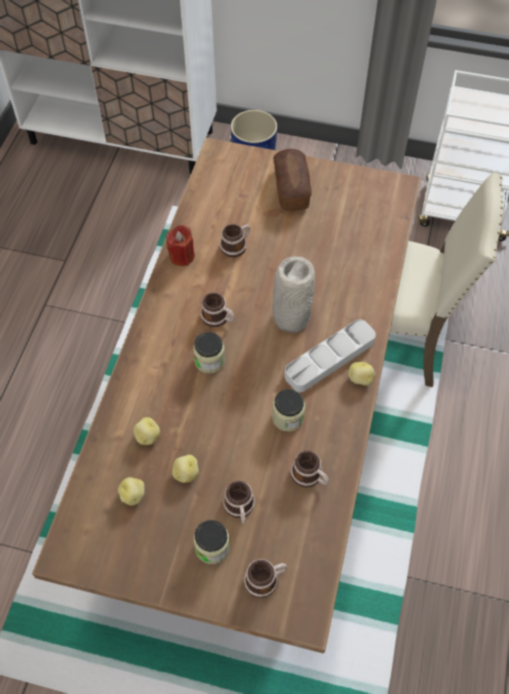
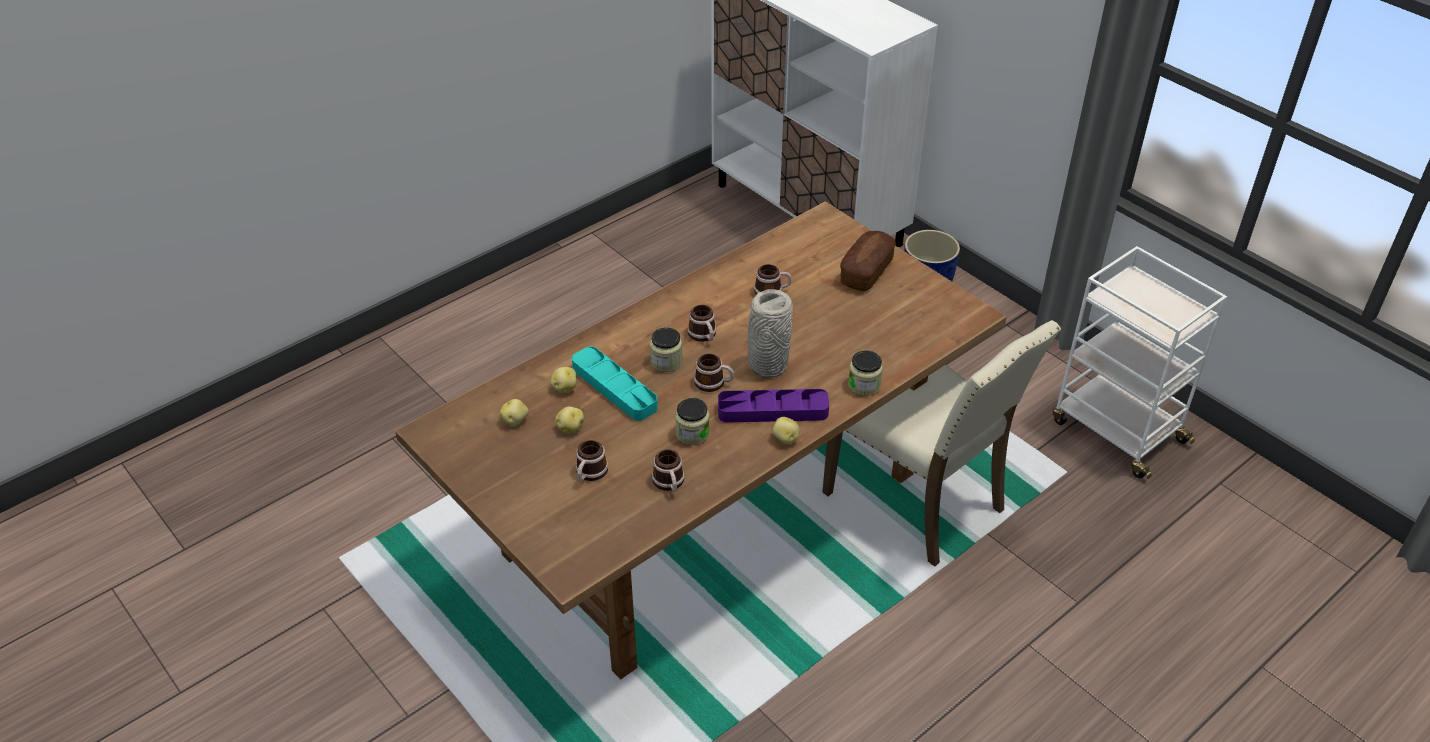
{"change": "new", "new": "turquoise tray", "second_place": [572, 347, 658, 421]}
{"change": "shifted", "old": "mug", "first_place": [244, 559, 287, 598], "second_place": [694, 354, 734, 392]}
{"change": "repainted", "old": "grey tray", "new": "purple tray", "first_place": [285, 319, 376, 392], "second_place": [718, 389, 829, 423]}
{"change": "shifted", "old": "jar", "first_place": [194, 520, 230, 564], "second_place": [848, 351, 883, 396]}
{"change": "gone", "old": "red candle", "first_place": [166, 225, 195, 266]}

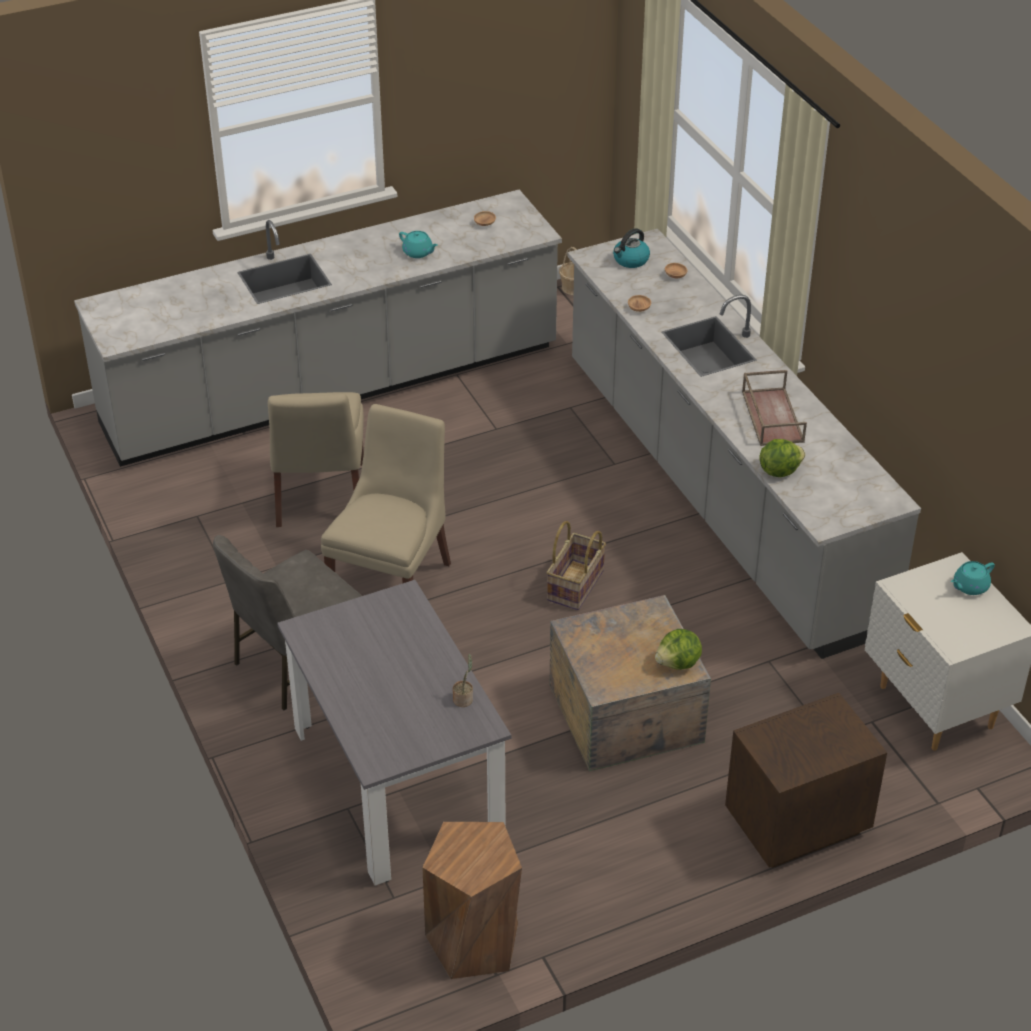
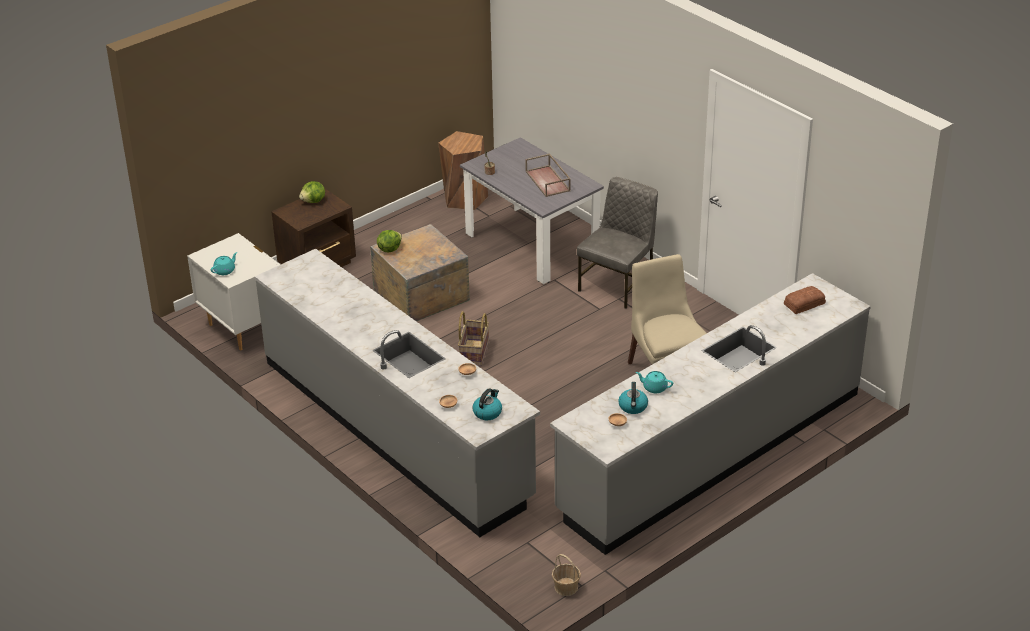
{"change": "shifted", "old": "lettuce", "first_place": [759, 439, 805, 477], "second_place": [299, 181, 325, 203]}
{"change": "shifted", "old": "brown tray", "first_place": [742, 370, 807, 446], "second_place": [525, 154, 571, 197]}
{"change": "new", "new": "kettle", "second_place": [618, 382, 648, 414]}
{"change": "new", "new": "bread", "second_place": [784, 286, 826, 314]}
{"change": "gone", "old": "beige chair", "first_place": [321, 404, 451, 583]}

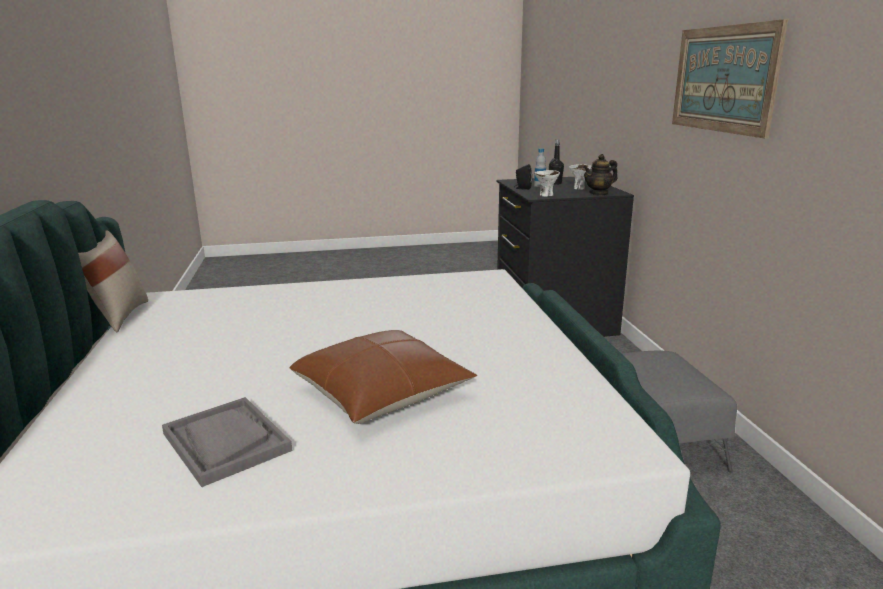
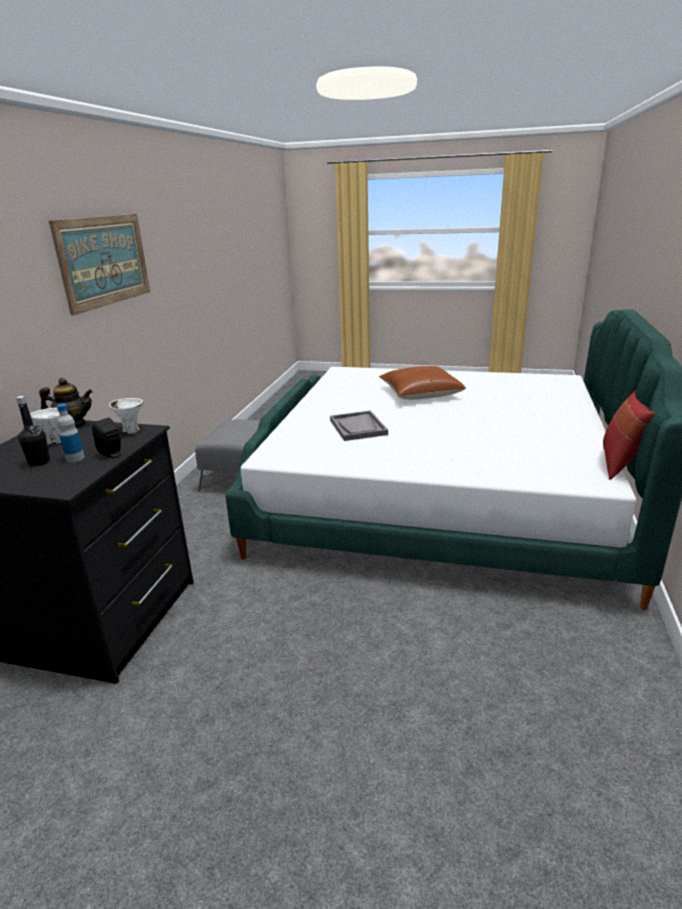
{"change": "shifted", "old": "grey tray", "first_place": [162, 397, 292, 487], "second_place": [330, 410, 388, 441]}
{"change": "repainted", "old": "beige pillow", "new": "red pillow", "first_place": [78, 231, 148, 332], "second_place": [603, 390, 655, 480]}

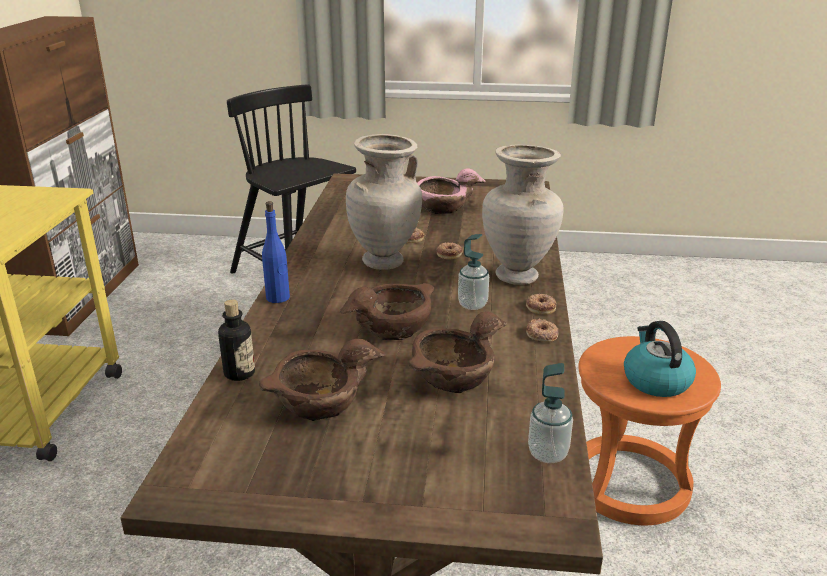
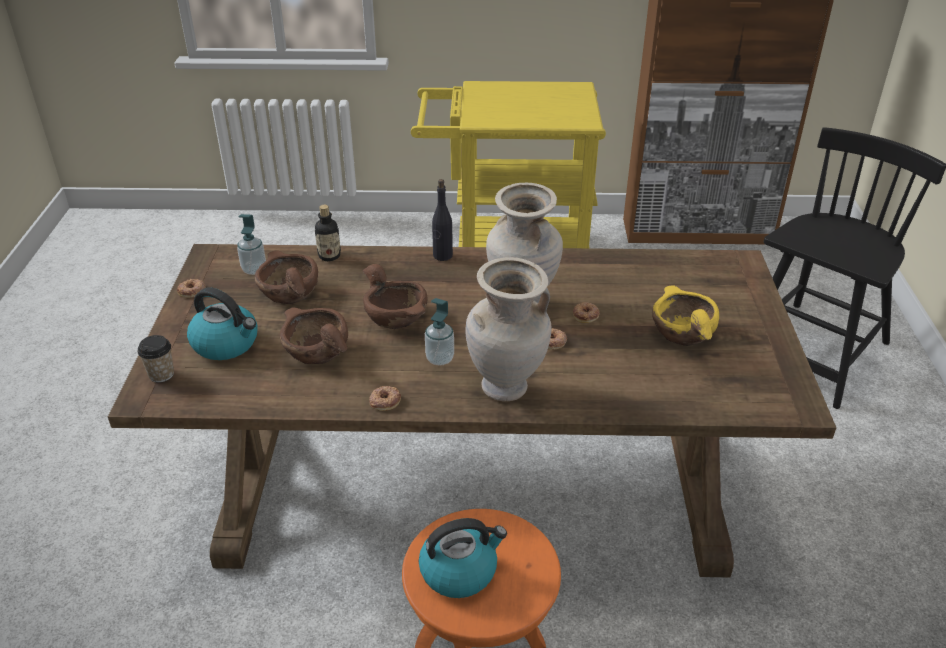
{"change": "new", "new": "cup", "second_place": [138, 335, 174, 383]}
{"change": "shifted", "old": "donut", "first_place": [526, 294, 556, 315], "second_place": [177, 279, 206, 298]}
{"change": "new", "new": "kettle", "second_place": [187, 287, 258, 360]}
{"change": "shifted", "old": "soap dispenser", "first_place": [528, 363, 573, 463], "second_place": [237, 214, 266, 275]}
{"change": "repainted", "old": "blue bottle", "new": "black bottle", "first_place": [262, 201, 290, 303], "second_place": [432, 179, 453, 261]}
{"change": "repainted", "old": "pink bowl", "new": "yellow bowl", "first_place": [417, 168, 486, 214], "second_place": [652, 286, 719, 346]}

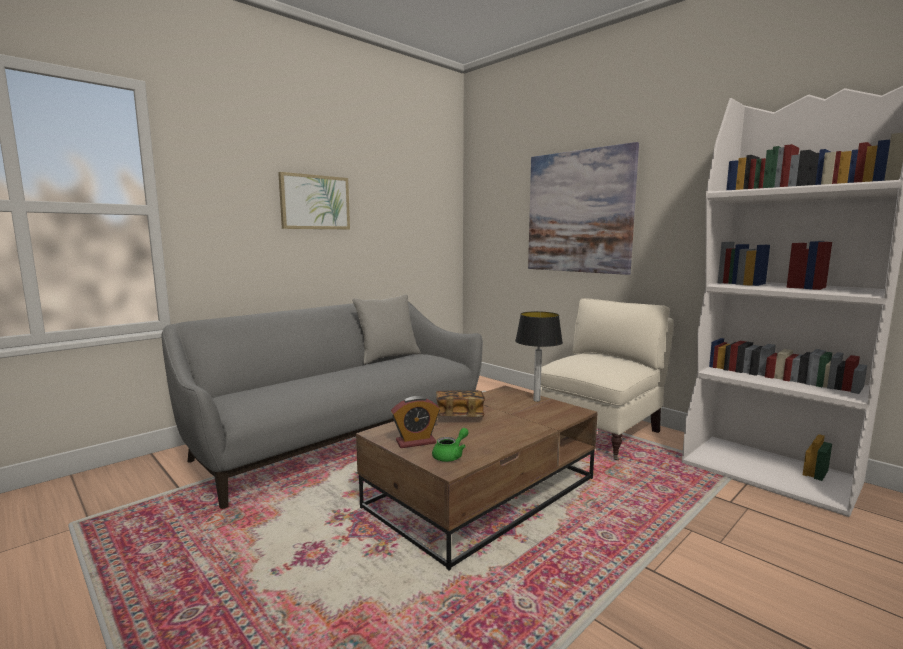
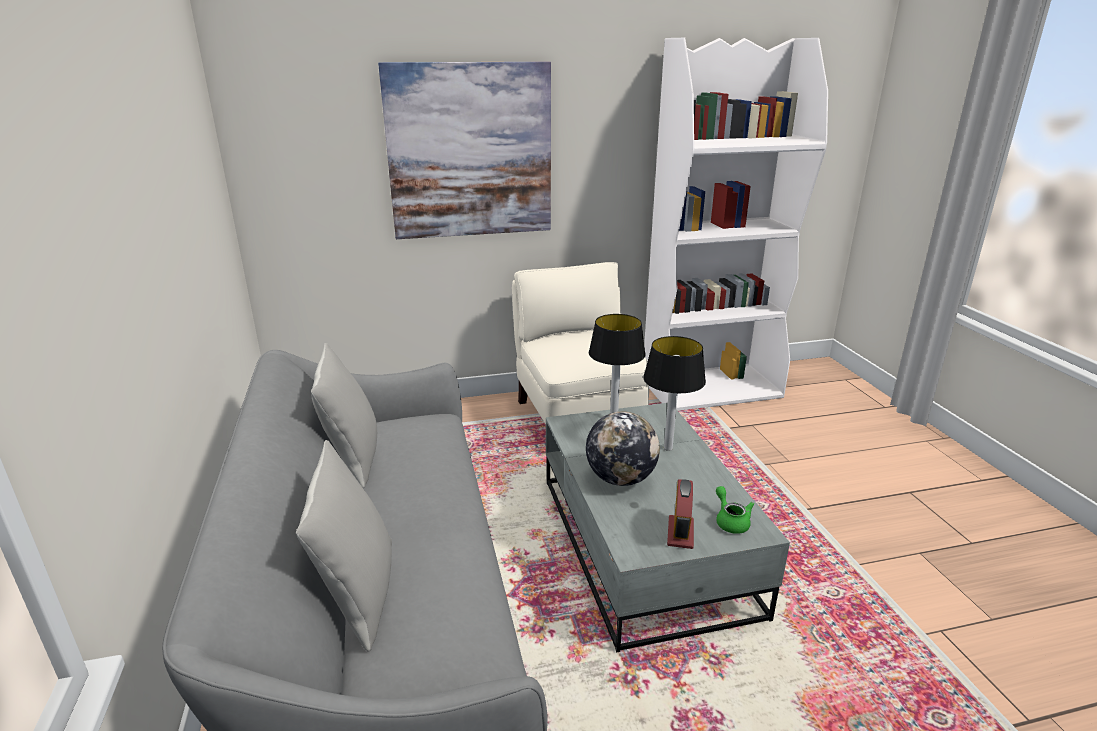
{"change": "new", "new": "grey pillow", "second_place": [296, 440, 392, 652]}
{"change": "repainted", "old": "brown coffee table", "new": "grey coffee table", "first_place": [356, 386, 598, 571], "second_place": [546, 403, 790, 652]}
{"change": "swapped", "old": "book", "new": "globe", "first_place": [436, 390, 485, 417], "second_place": [586, 411, 660, 486]}
{"change": "new", "new": "table lamp", "second_place": [643, 336, 706, 451]}
{"change": "gone", "old": "picture", "first_place": [278, 172, 350, 229]}

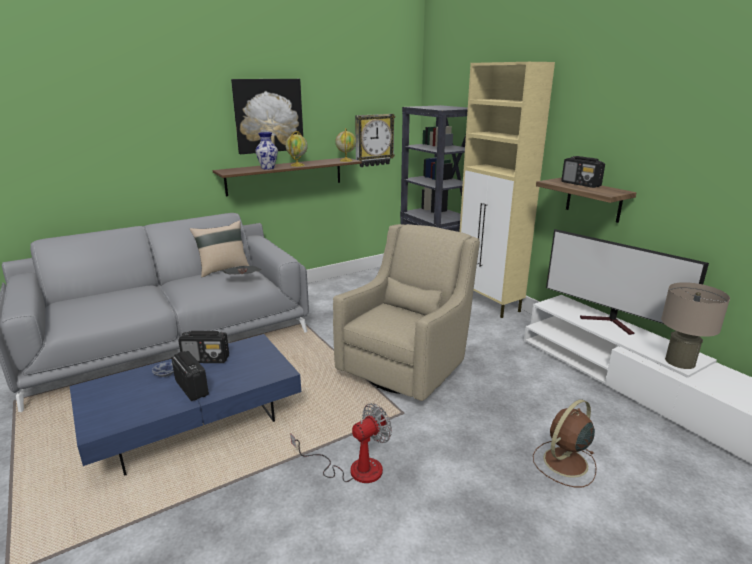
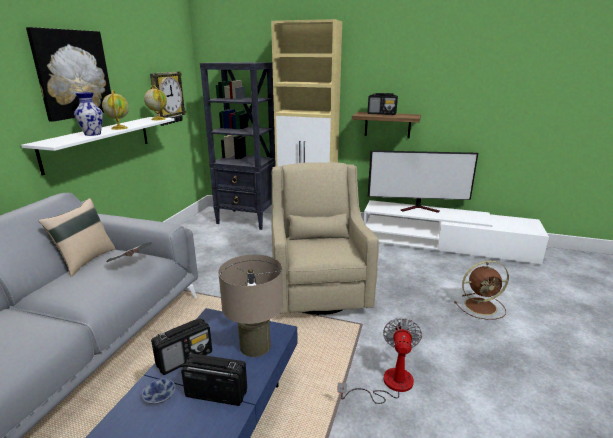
{"change": "repainted", "old": "brown shelf", "new": "white shelf", "first_place": [213, 157, 362, 196], "second_place": [21, 117, 175, 176]}
{"change": "shifted", "old": "beige table lamp", "first_place": [661, 282, 730, 369], "second_place": [218, 255, 283, 357]}
{"change": "rotated", "old": "brown fan", "first_place": [533, 399, 597, 487], "second_place": [454, 260, 509, 320], "degrees": -105}

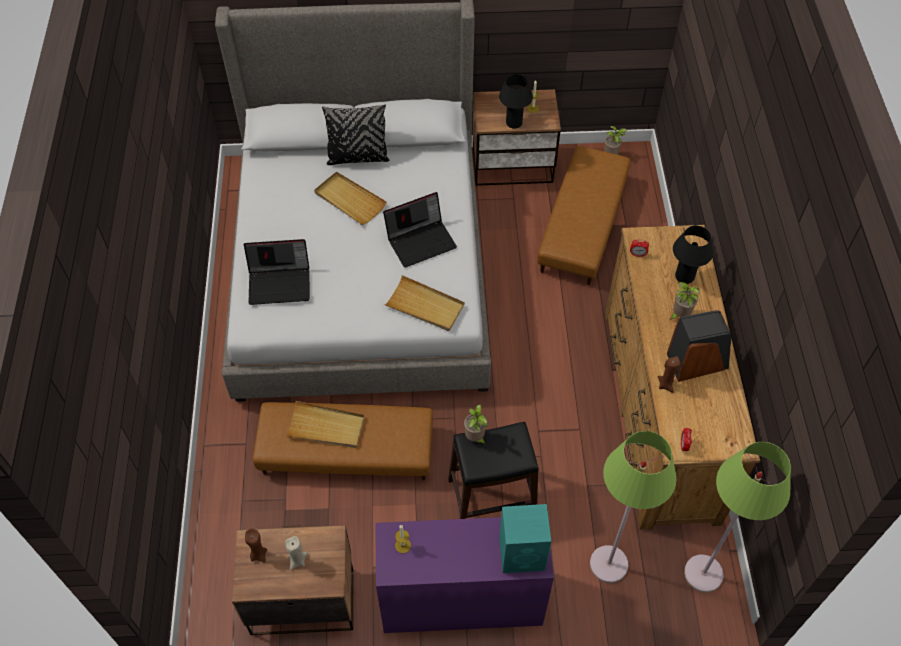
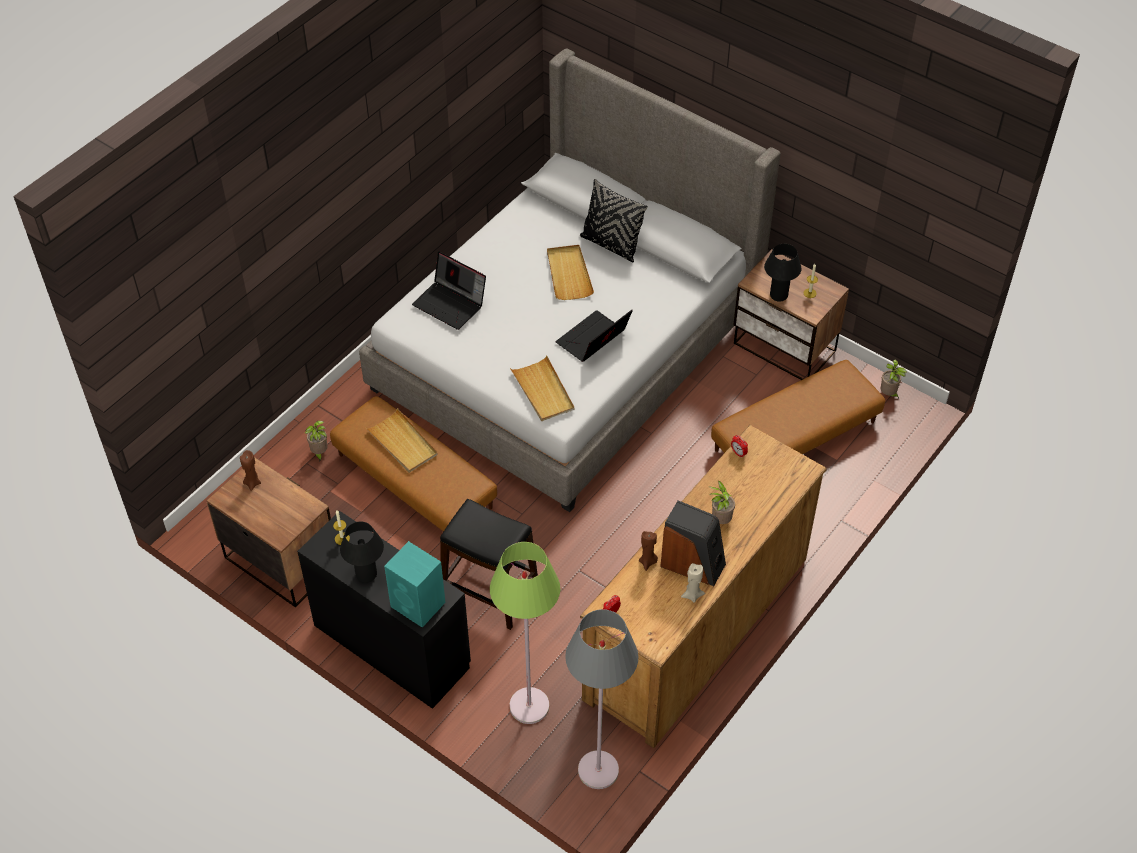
{"change": "repainted", "old": "purple desk", "new": "black desk", "first_place": [375, 517, 554, 633], "second_place": [297, 511, 471, 709]}
{"change": "shifted", "old": "potted plant", "first_place": [464, 405, 488, 445], "second_place": [305, 421, 327, 461]}
{"change": "shifted", "old": "black table lamp", "first_place": [673, 226, 713, 284], "second_place": [340, 521, 384, 583]}
{"change": "rotated", "old": "laptop", "first_place": [383, 192, 457, 268], "second_place": [556, 310, 633, 362], "degrees": 120}
{"change": "repainted", "old": "green floor lamp", "new": "grey floor lamp", "first_place": [684, 442, 791, 593], "second_place": [565, 609, 638, 789]}
{"change": "shifted", "old": "beige candle", "first_place": [285, 536, 308, 570], "second_place": [681, 563, 705, 603]}

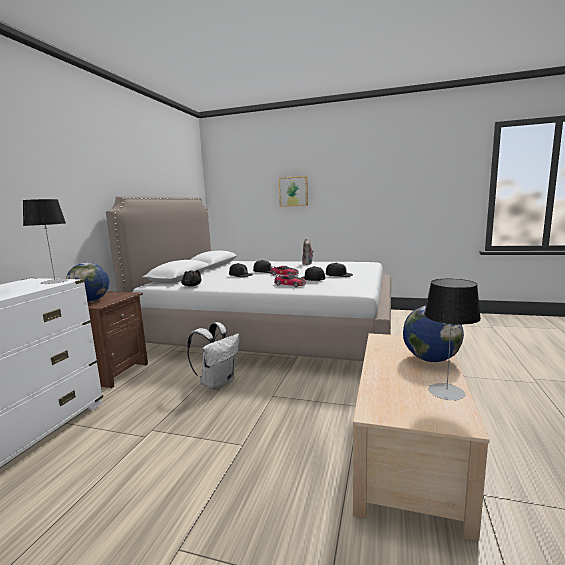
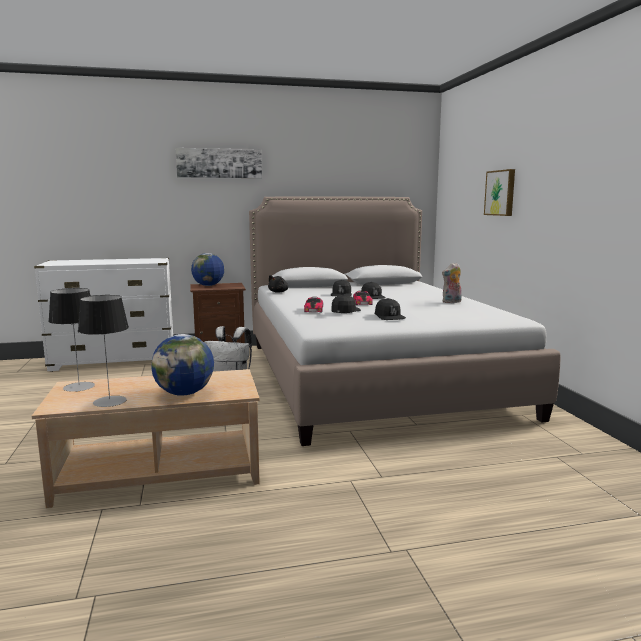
{"change": "shifted", "old": "table lamp", "first_place": [23, 199, 68, 284], "second_place": [48, 288, 95, 392]}
{"change": "new", "new": "picture", "second_place": [176, 148, 262, 178]}

